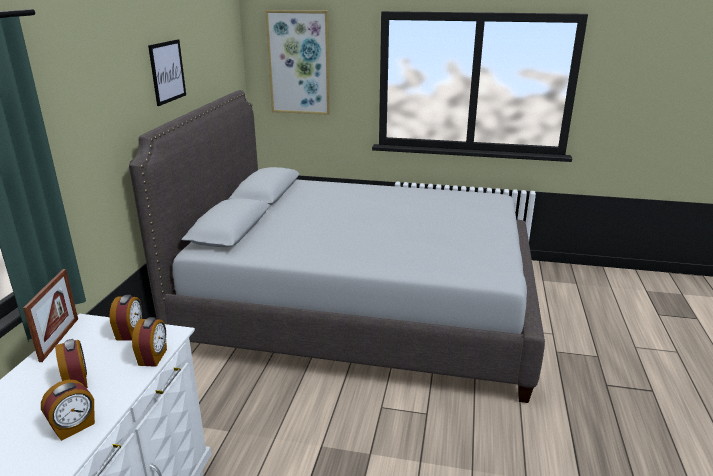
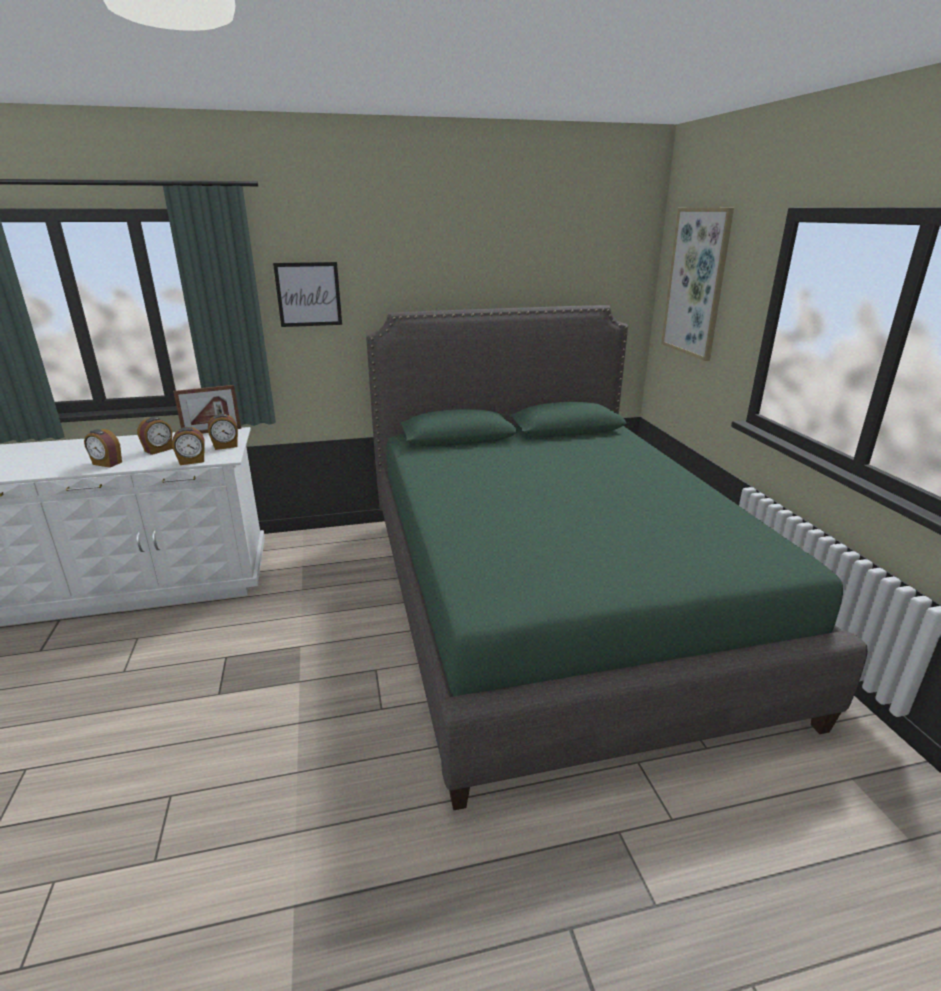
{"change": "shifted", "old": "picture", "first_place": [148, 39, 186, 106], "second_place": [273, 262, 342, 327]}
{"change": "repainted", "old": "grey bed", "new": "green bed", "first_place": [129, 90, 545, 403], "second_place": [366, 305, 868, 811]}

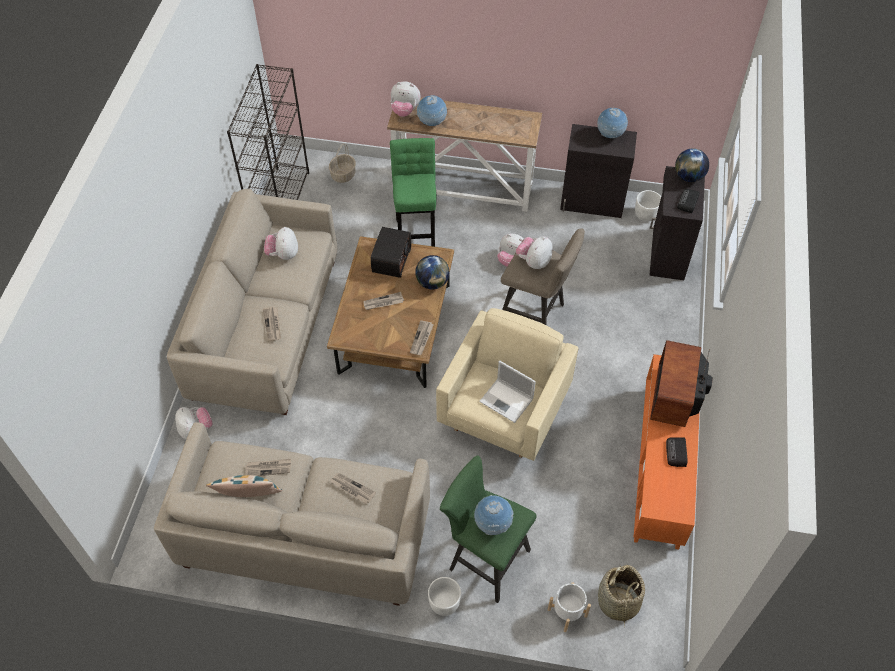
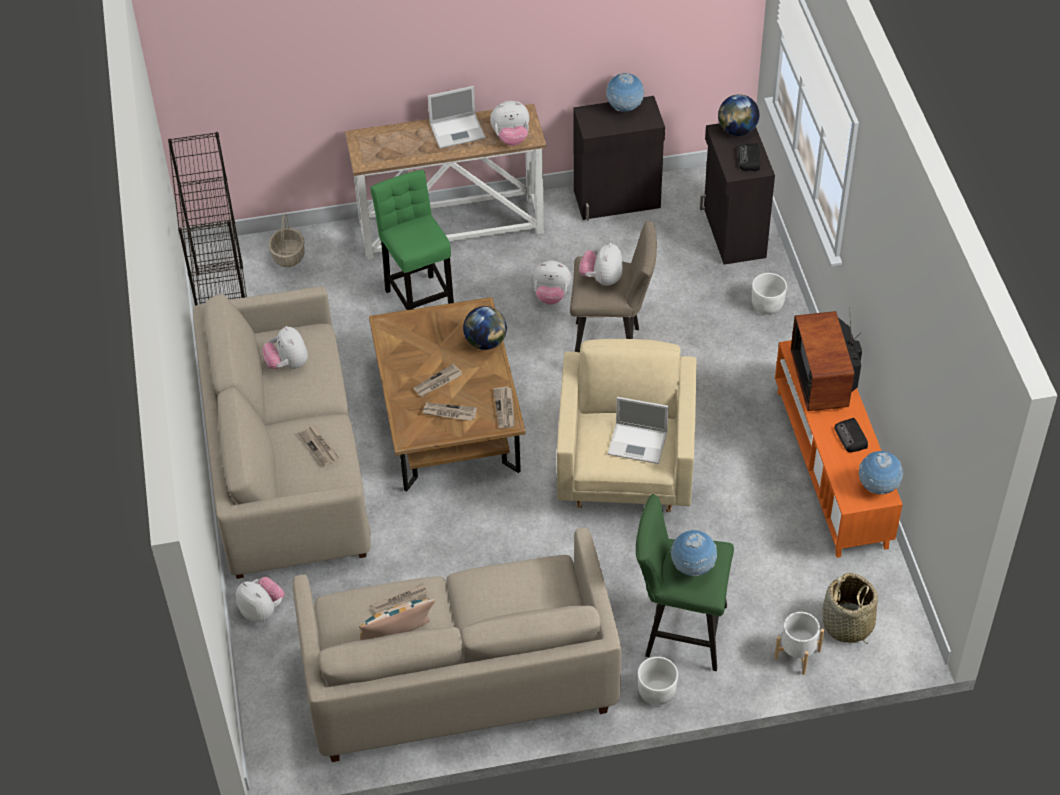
{"change": "shifted", "old": "newspaper", "first_place": [329, 473, 376, 504], "second_place": [422, 403, 477, 421]}
{"change": "new", "new": "laptop", "second_place": [428, 86, 485, 148]}
{"change": "shifted", "old": "plush toy", "first_place": [391, 82, 421, 117], "second_place": [490, 101, 529, 146]}
{"change": "shifted", "old": "white planter", "first_place": [635, 190, 661, 221], "second_place": [752, 273, 787, 315]}
{"change": "shifted", "old": "globe", "first_place": [416, 95, 447, 126], "second_place": [859, 451, 903, 494]}
{"change": "gone", "old": "radio", "first_place": [371, 227, 411, 278]}

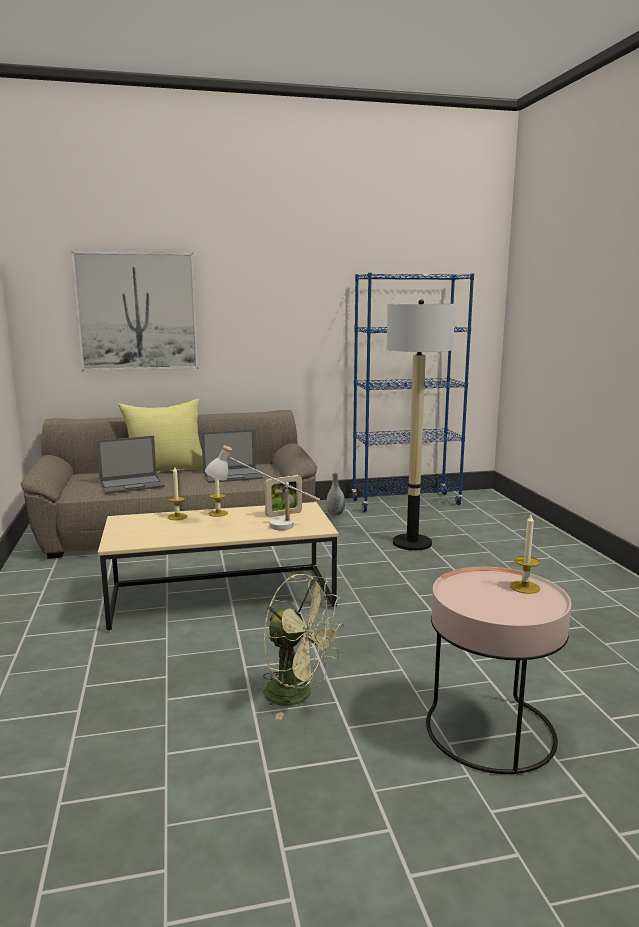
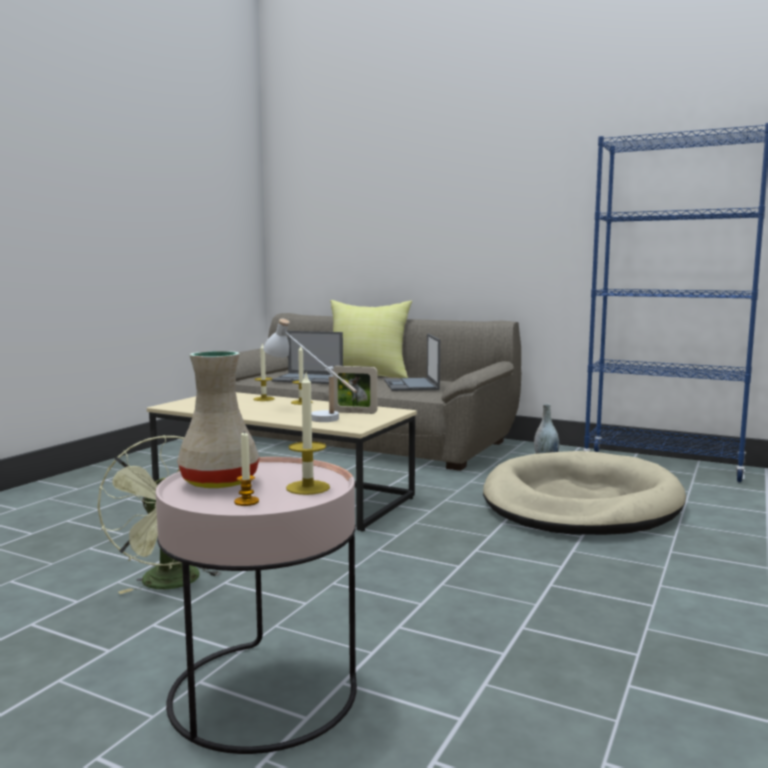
{"change": "new", "new": "beige vase", "second_place": [177, 351, 260, 488]}
{"change": "new", "new": "candle", "second_place": [234, 431, 259, 506]}
{"change": "rotated", "old": "laptop", "first_place": [201, 429, 263, 483], "second_place": [384, 334, 440, 391], "degrees": 60}
{"change": "swapped", "old": "floor lamp", "new": "beige dog bed", "first_place": [387, 299, 455, 551], "second_place": [483, 451, 686, 535]}
{"change": "gone", "old": "picture", "first_place": [71, 251, 199, 372]}

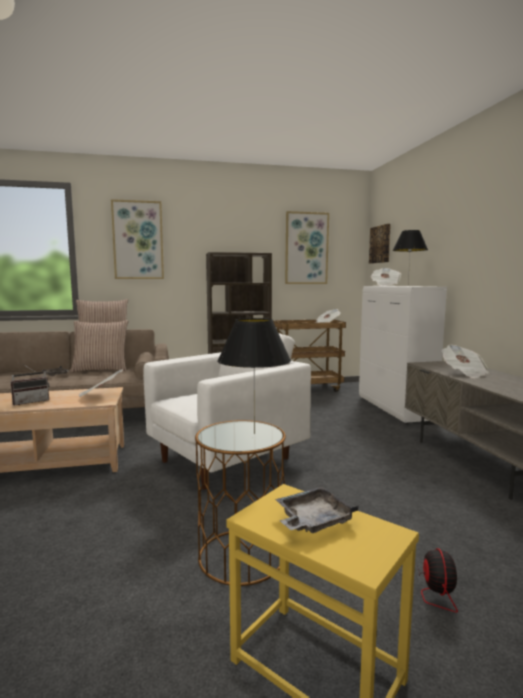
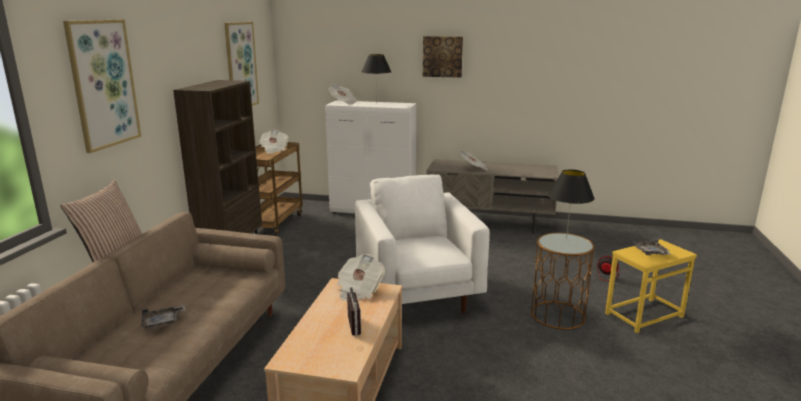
{"change": "shifted", "old": "picture", "first_place": [369, 224, 391, 264], "second_place": [423, 36, 463, 78]}
{"change": "gone", "old": "pillow", "first_place": [70, 320, 128, 372]}

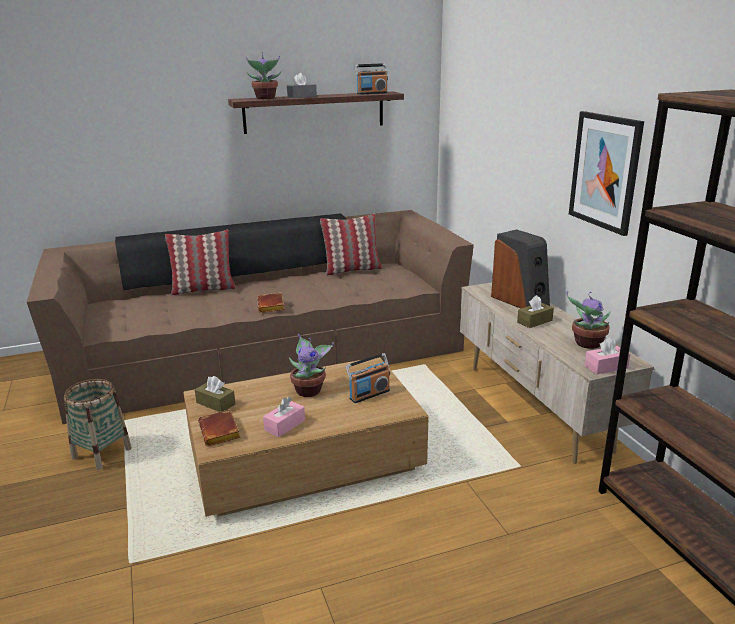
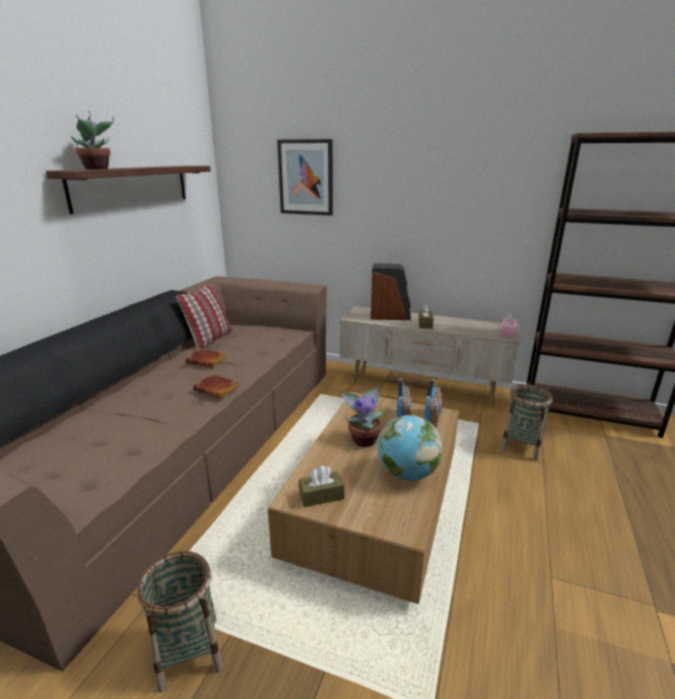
{"change": "shifted", "old": "brown book", "first_place": [198, 409, 240, 446], "second_place": [185, 349, 226, 367]}
{"change": "shifted", "old": "picture", "first_place": [569, 111, 644, 236], "second_place": [277, 139, 333, 216]}
{"change": "swapped", "old": "pink tissue box", "new": "globe", "first_place": [263, 397, 305, 437], "second_place": [378, 415, 443, 481]}
{"change": "shifted", "old": "radio", "first_place": [355, 63, 388, 95], "second_place": [424, 379, 442, 429]}
{"change": "new", "new": "basket", "second_place": [500, 384, 553, 461]}
{"change": "gone", "old": "pillow", "first_place": [165, 230, 235, 295]}
{"change": "gone", "old": "grey tissue box", "first_place": [287, 73, 317, 98]}
{"change": "gone", "old": "potted plant", "first_place": [566, 291, 611, 349]}

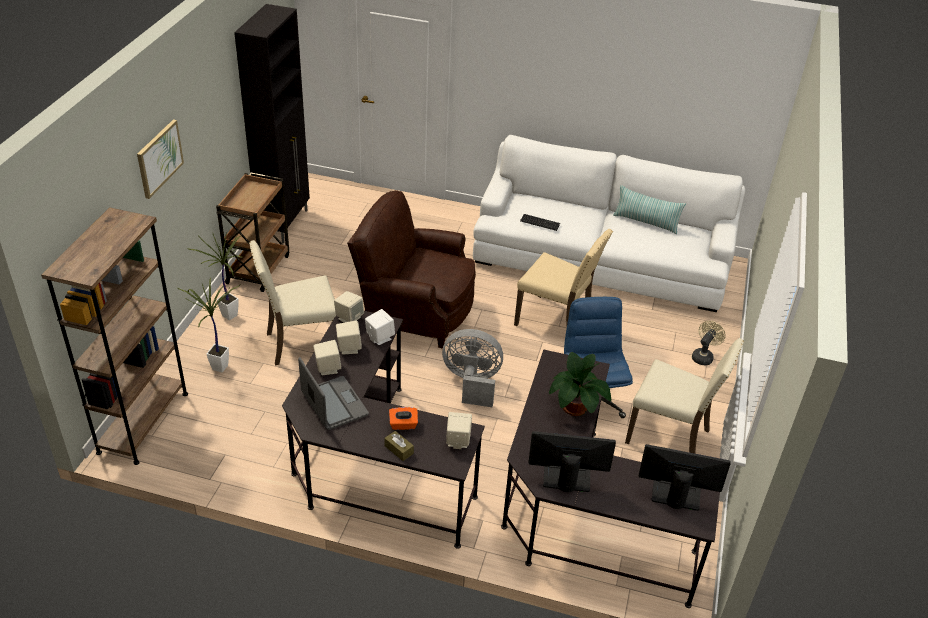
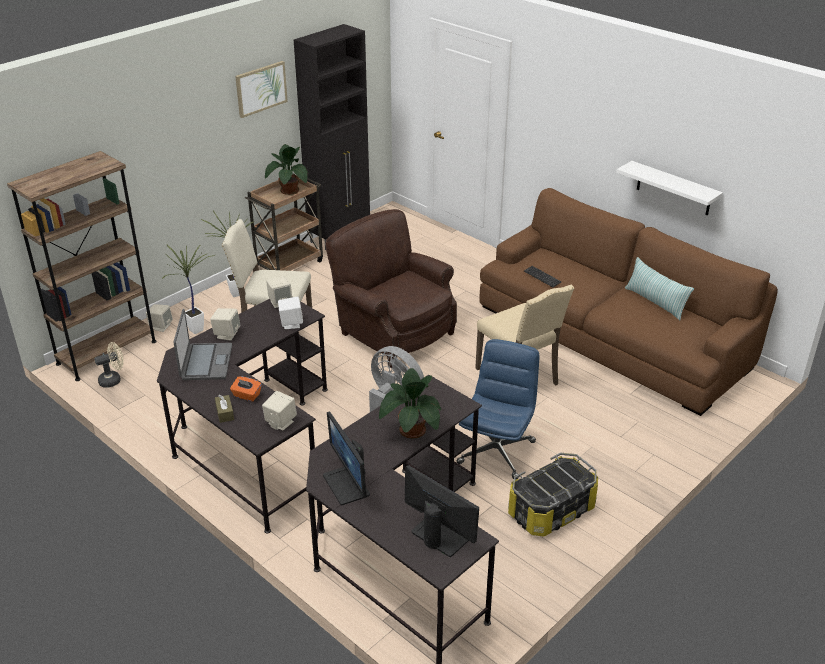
{"change": "shifted", "old": "beige fan", "first_place": [692, 321, 726, 365], "second_place": [95, 342, 124, 388]}
{"change": "shifted", "old": "beige speaker", "first_place": [336, 321, 362, 355], "second_place": [146, 304, 173, 332]}
{"change": "shifted", "old": "picture", "first_place": [137, 120, 184, 199], "second_place": [235, 61, 288, 118]}
{"change": "new", "new": "potted plant", "second_place": [265, 144, 308, 195]}
{"change": "rotated", "old": "monitor", "first_place": [528, 431, 616, 492], "second_place": [323, 411, 370, 505], "degrees": -150}
{"change": "repainted", "old": "white sofa", "new": "brown sofa", "first_place": [473, 135, 745, 312], "second_place": [479, 188, 778, 416]}
{"change": "swapped", "old": "beige chair", "new": "storage box", "first_place": [625, 338, 744, 454], "second_place": [508, 453, 598, 536]}
{"change": "new", "new": "white shelf", "second_place": [616, 161, 723, 216]}

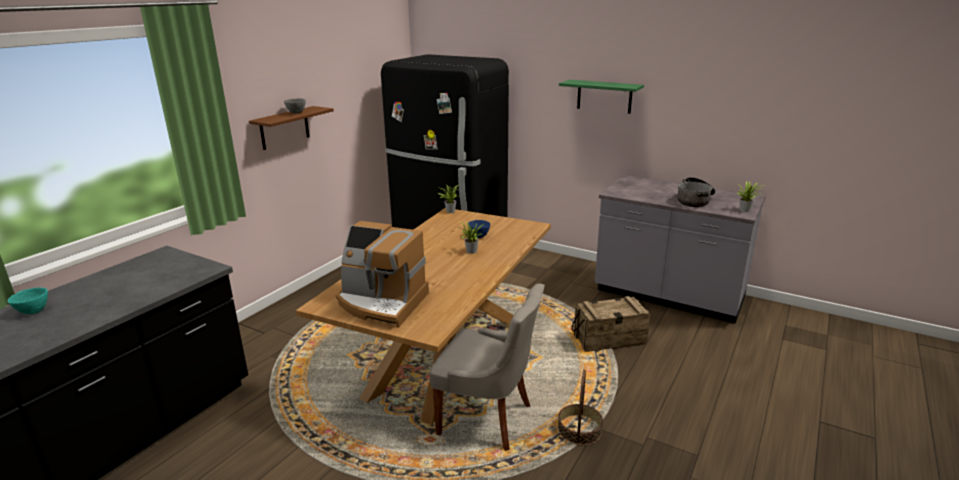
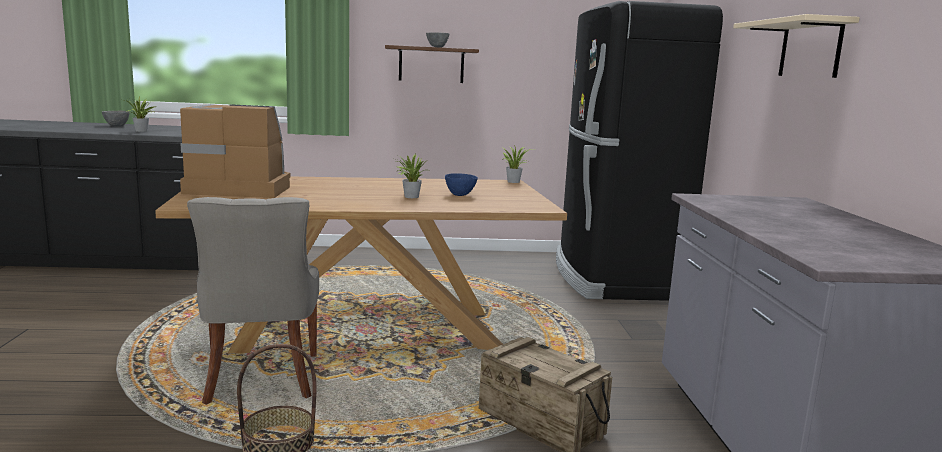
{"change": "repainted", "old": "turquoise bowl", "new": "grey bowl", "first_place": [8, 287, 48, 314], "second_place": [102, 110, 130, 126]}
{"change": "shifted", "old": "potted plant", "first_place": [737, 181, 765, 212], "second_place": [125, 97, 154, 132]}
{"change": "rotated", "old": "coffee machine", "first_place": [336, 221, 429, 328], "second_place": [180, 104, 290, 198], "degrees": 105}
{"change": "repainted", "old": "green shelf", "new": "beige shelf", "first_place": [559, 80, 644, 114], "second_place": [733, 14, 860, 78]}
{"change": "gone", "old": "cooking pot", "first_place": [677, 177, 715, 207]}

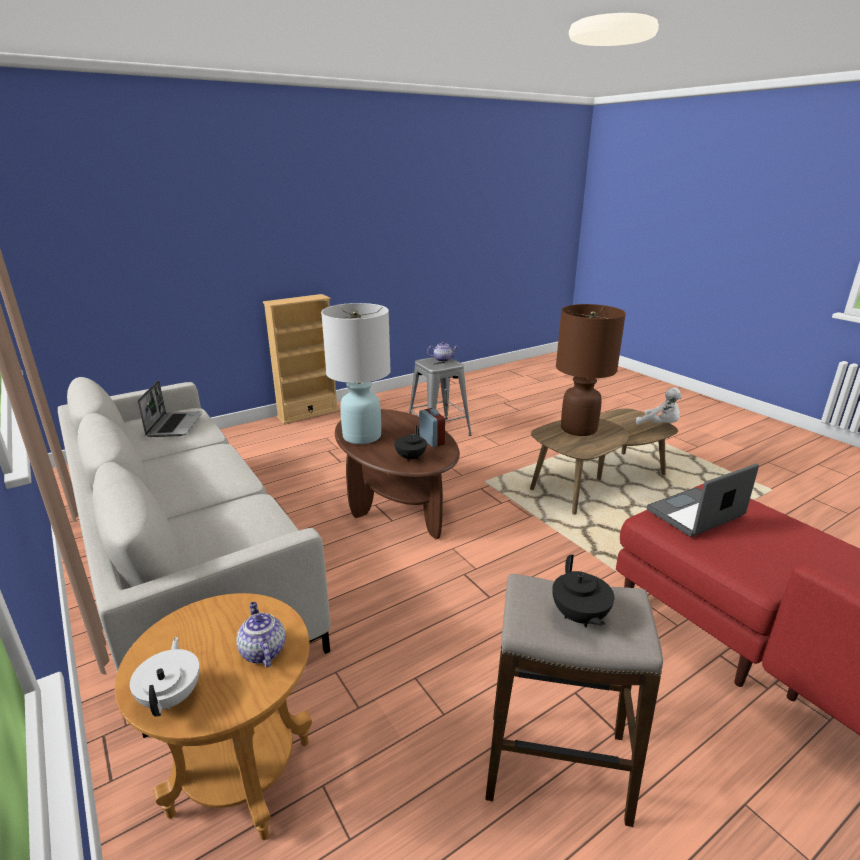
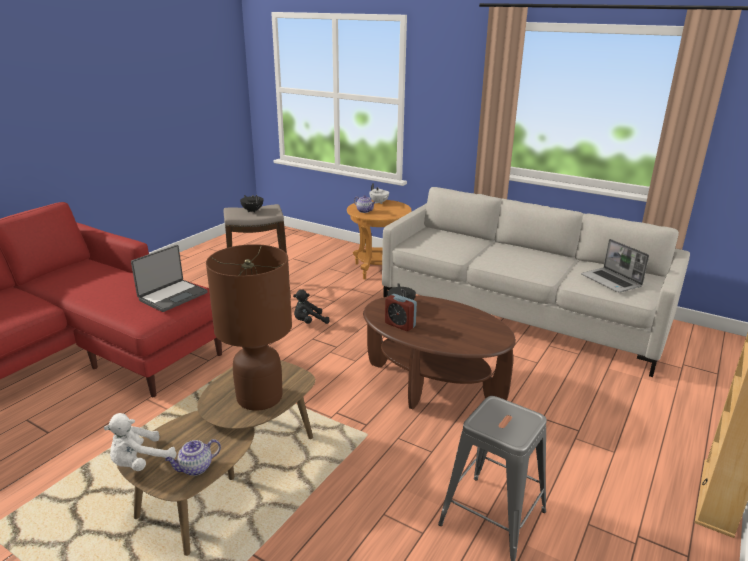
{"change": "rotated", "old": "white plush toy", "first_place": [636, 387, 682, 425], "second_place": [104, 413, 176, 471], "degrees": -60}
{"change": "shifted", "old": "teapot", "first_place": [427, 342, 458, 362], "second_place": [165, 439, 221, 476]}
{"change": "new", "new": "black plush toy", "second_place": [293, 289, 329, 324]}
{"change": "gone", "old": "white table lamp", "first_place": [321, 303, 391, 444]}

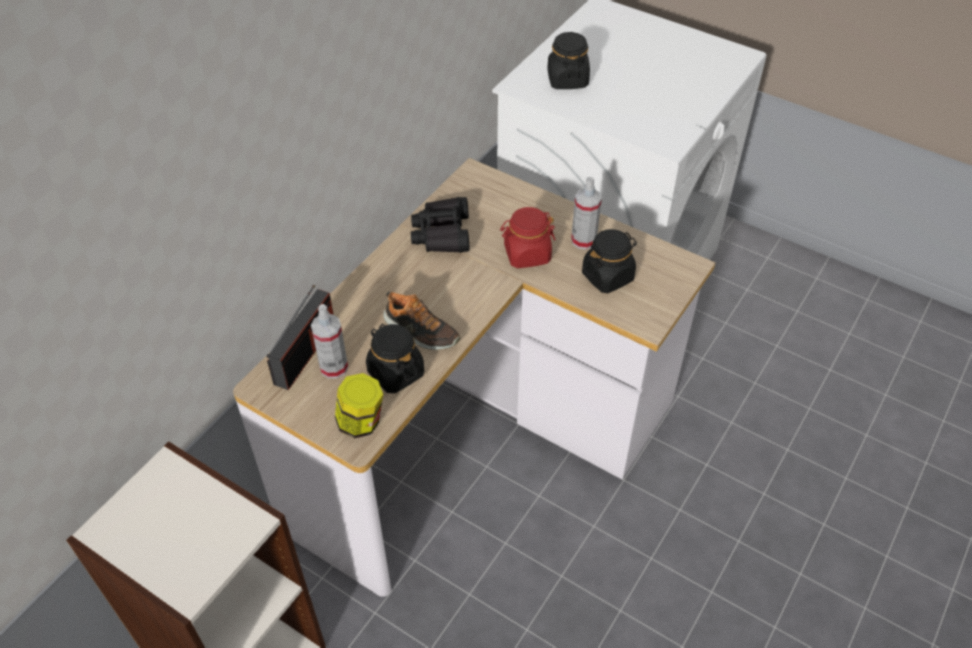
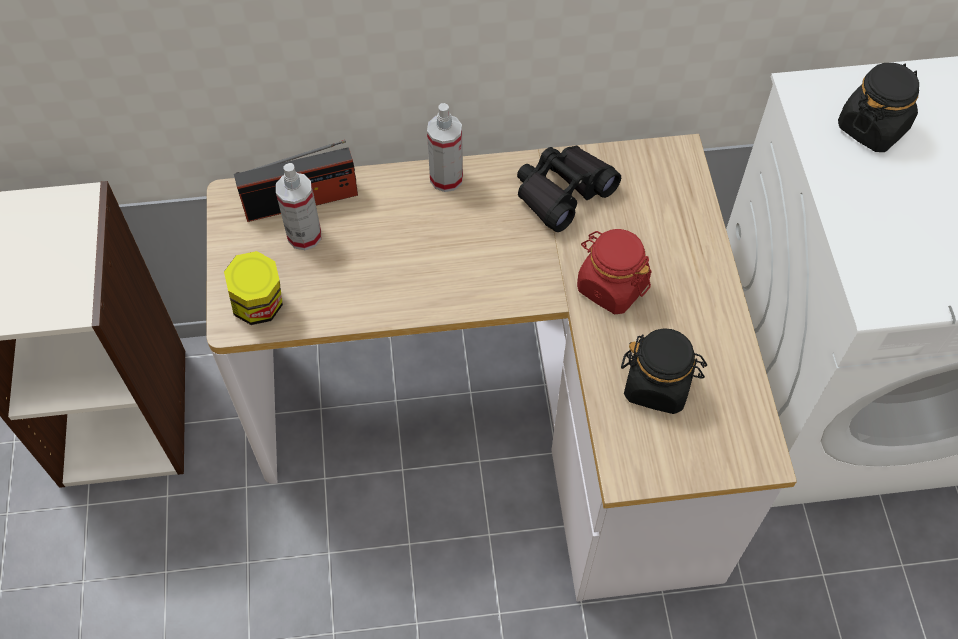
{"change": "shifted", "old": "spray bottle", "first_place": [571, 177, 602, 250], "second_place": [427, 103, 463, 192]}
{"change": "gone", "old": "black jar", "first_place": [366, 324, 424, 393]}
{"change": "gone", "old": "shoe", "first_place": [383, 292, 460, 350]}

